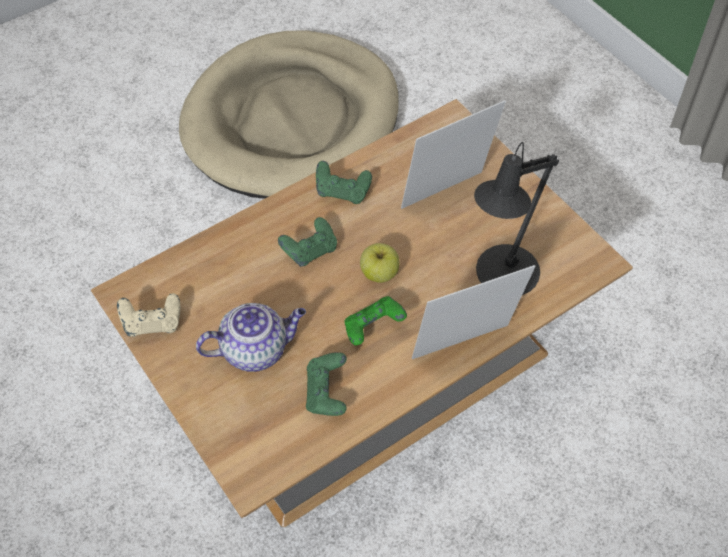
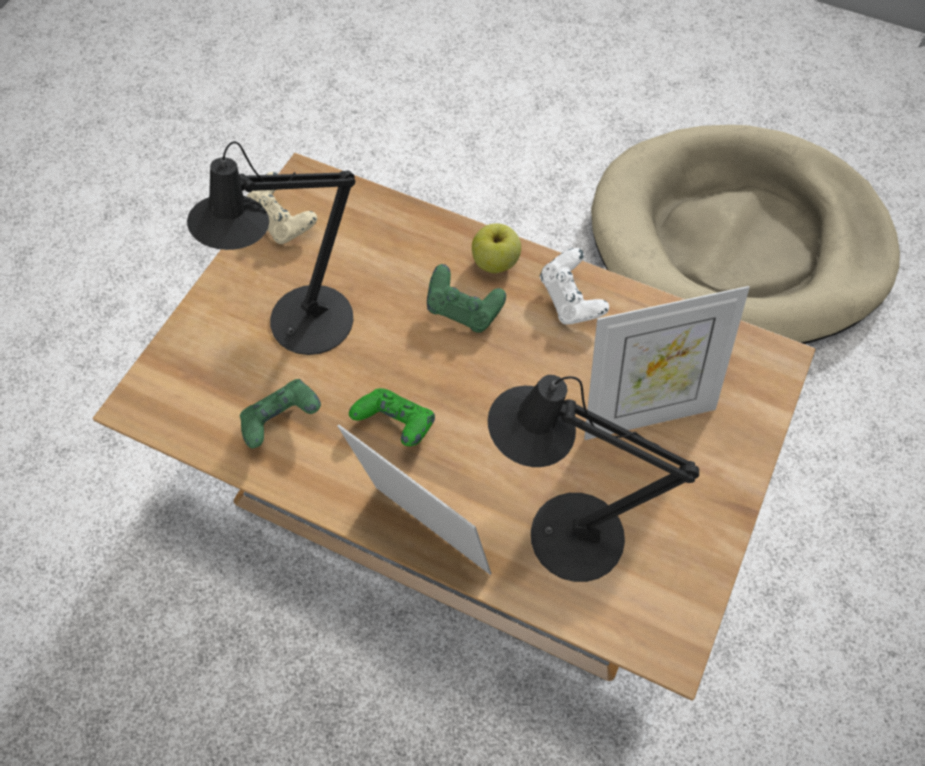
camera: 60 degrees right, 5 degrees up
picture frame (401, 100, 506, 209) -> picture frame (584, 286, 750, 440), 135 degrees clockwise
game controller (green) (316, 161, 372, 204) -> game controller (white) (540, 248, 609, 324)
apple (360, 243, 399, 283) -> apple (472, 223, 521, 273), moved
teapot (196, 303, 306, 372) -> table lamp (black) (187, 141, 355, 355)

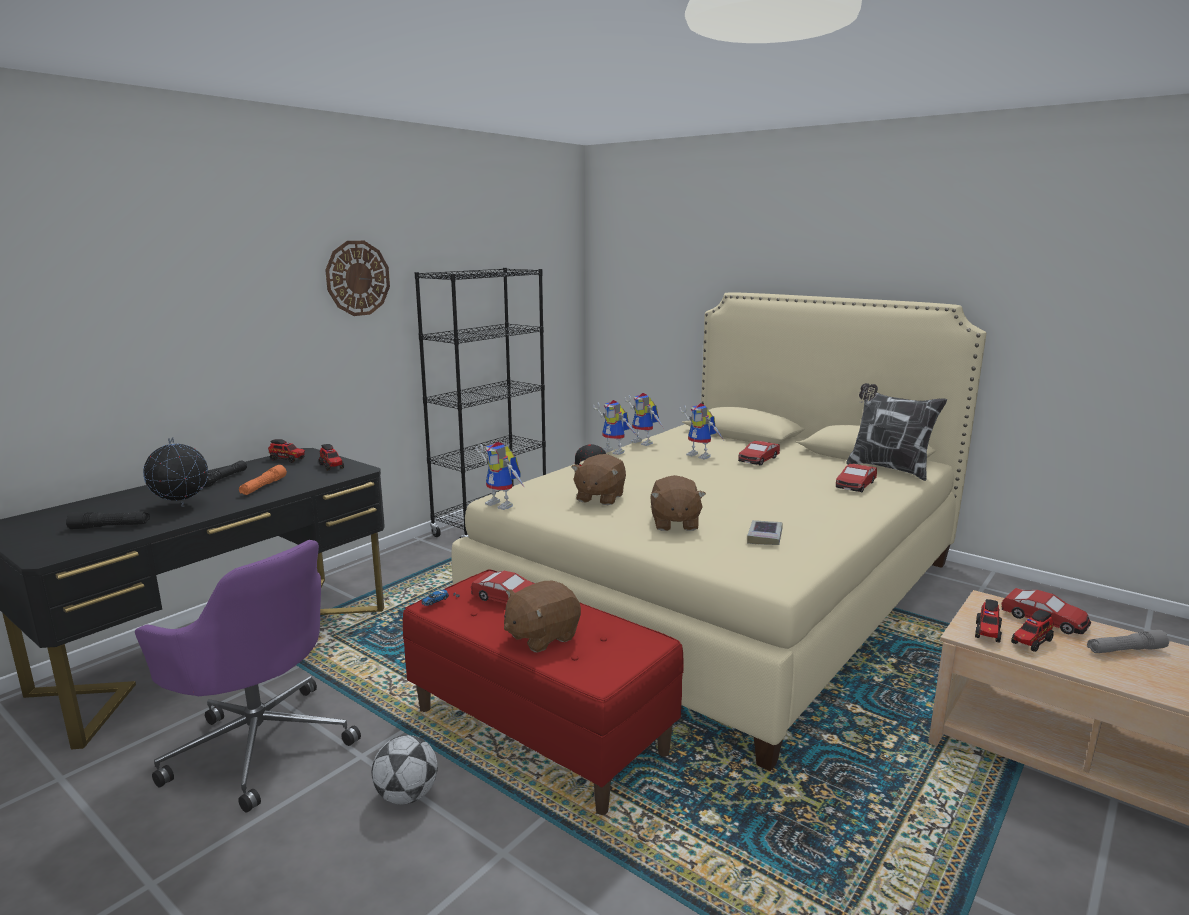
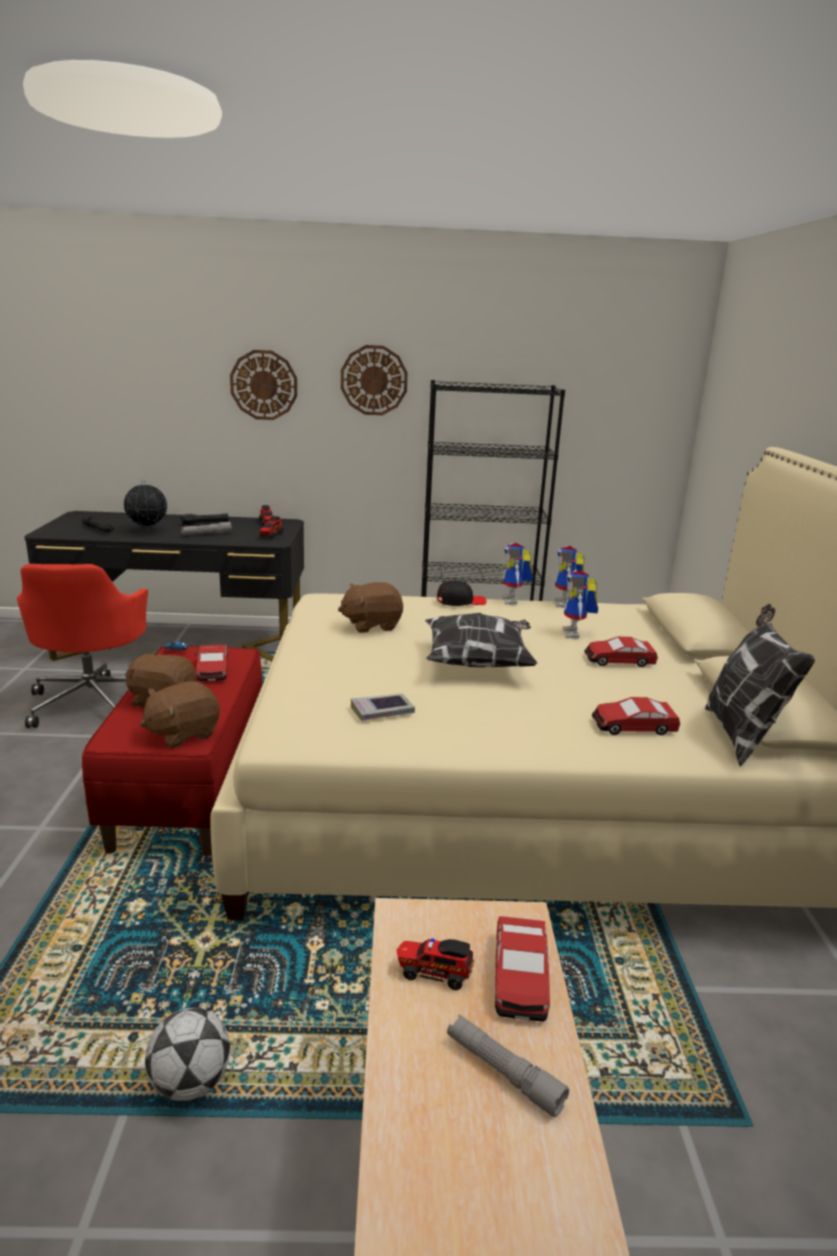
camera: 50 degrees right, 5 degrees up
toy robot (475, 442, 525, 510) -> none
flashlight (orange) (239, 465, 287, 495) -> flashlight (grey) (181, 522, 232, 535)
plush toy (brown) (651, 475, 706, 531) -> plush toy (brown) (140, 681, 220, 748), moved
office chair (purple) (135, 540, 361, 813) -> office chair (red) (17, 564, 148, 728)
toy truck (975, 599, 1002, 643) -> none
football (372, 735, 438, 804) -> football (145, 1008, 230, 1101), moved
none -> wall clock (230, 350, 297, 420)
none -> pillow (425, 613, 538, 667)

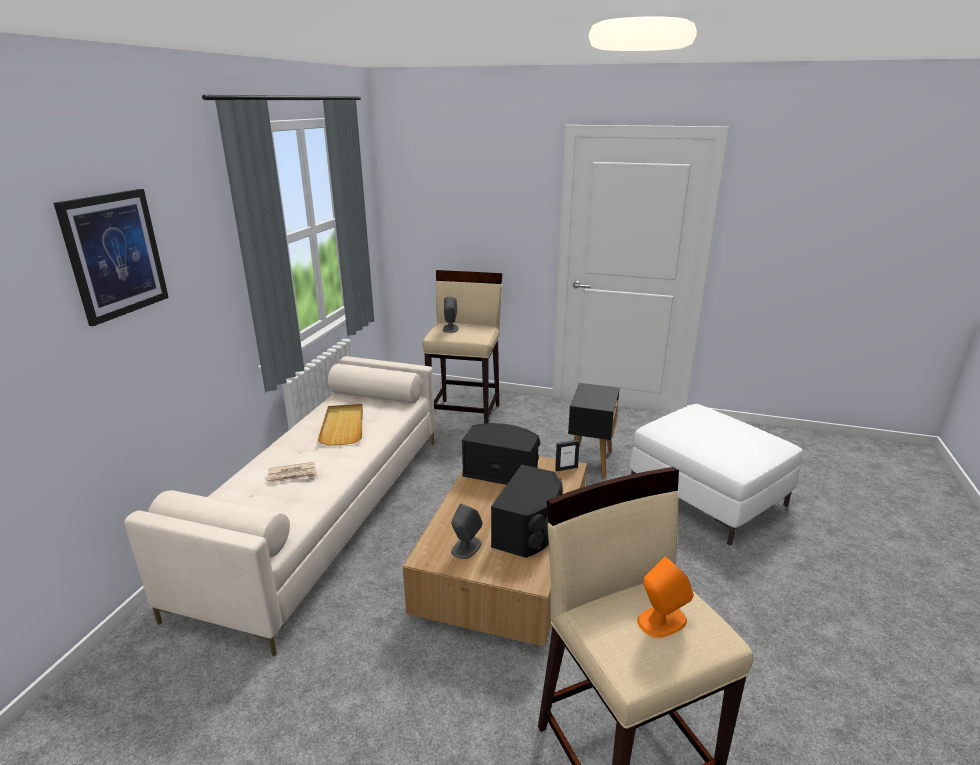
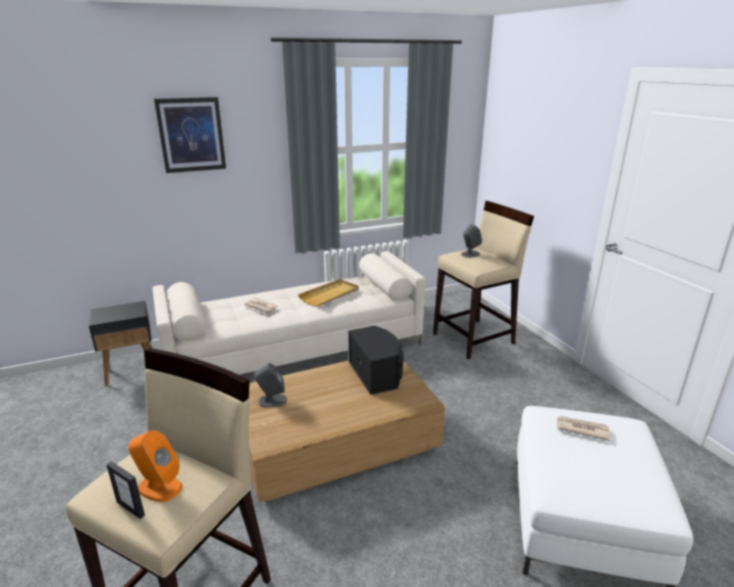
camera: 50 degrees right, 0 degrees up
side table (black) (568, 383, 620, 479) -> side table (black) (89, 301, 152, 386), moved
picture frame (555, 440, 580, 471) -> picture frame (106, 461, 145, 519), moved
speaker (black) (491, 465, 563, 558) -> none
none -> newspaper (557, 416, 610, 441)

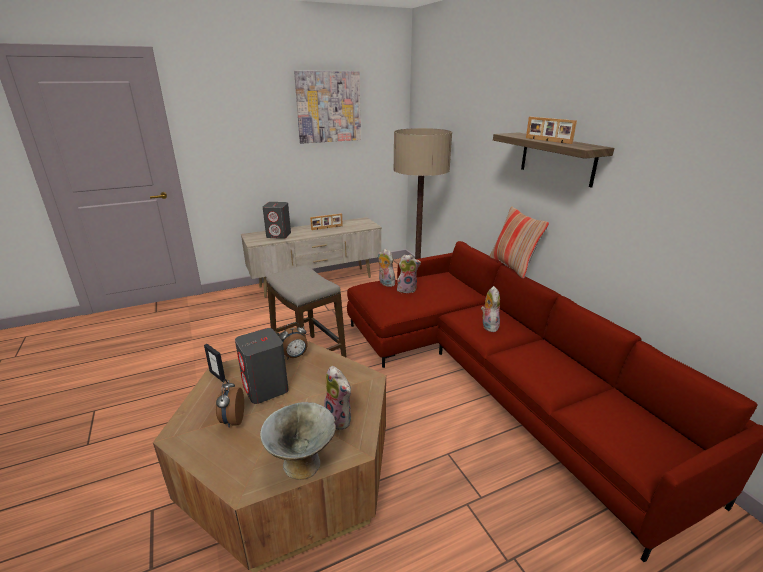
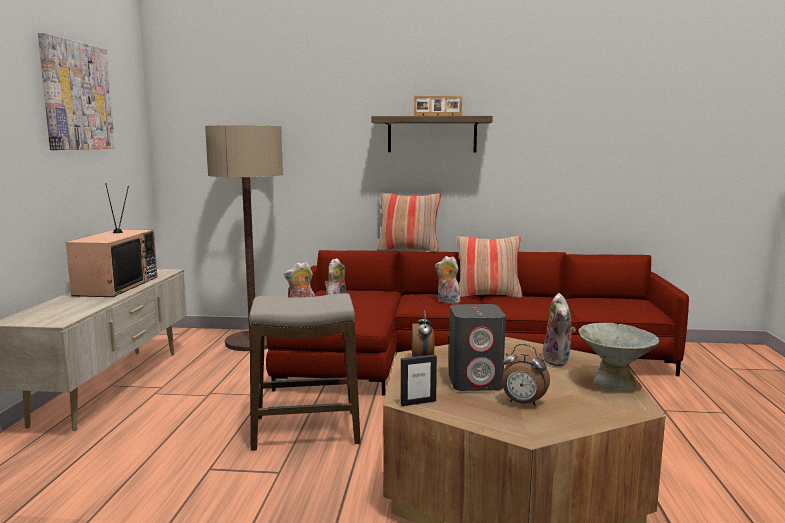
camera: 60 degrees left, 15 degrees down
speaker (grey) (263, 202, 291, 239) -> none
picture frame (310, 213, 343, 230) -> television (66, 183, 157, 297)
plush toy (324, 366, 352, 430) -> plush toy (541, 293, 576, 366), 105 degrees clockwise
none -> pillow (457, 236, 522, 298)

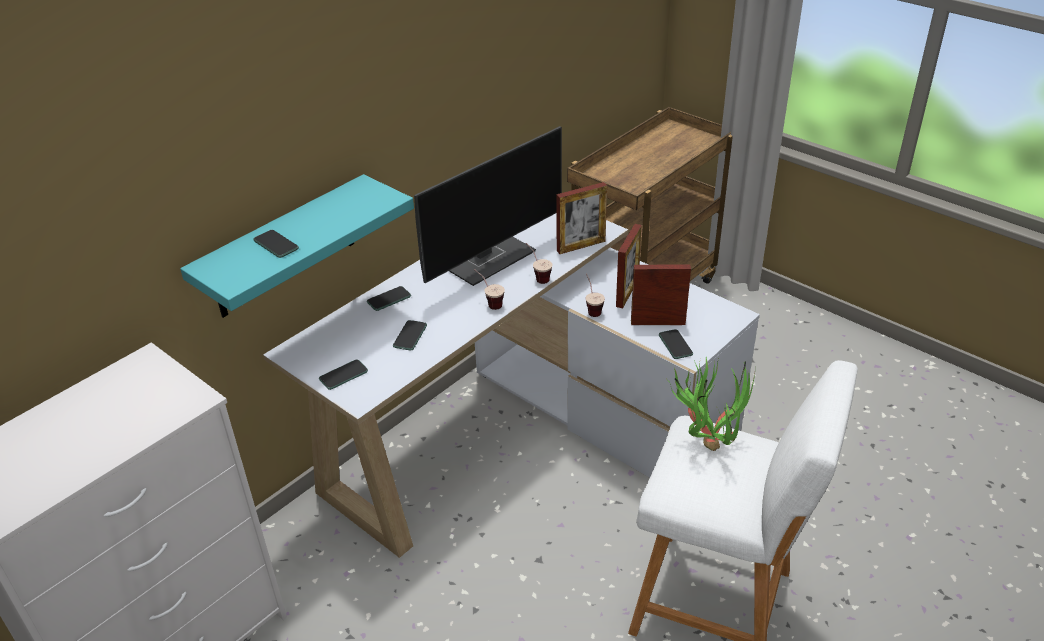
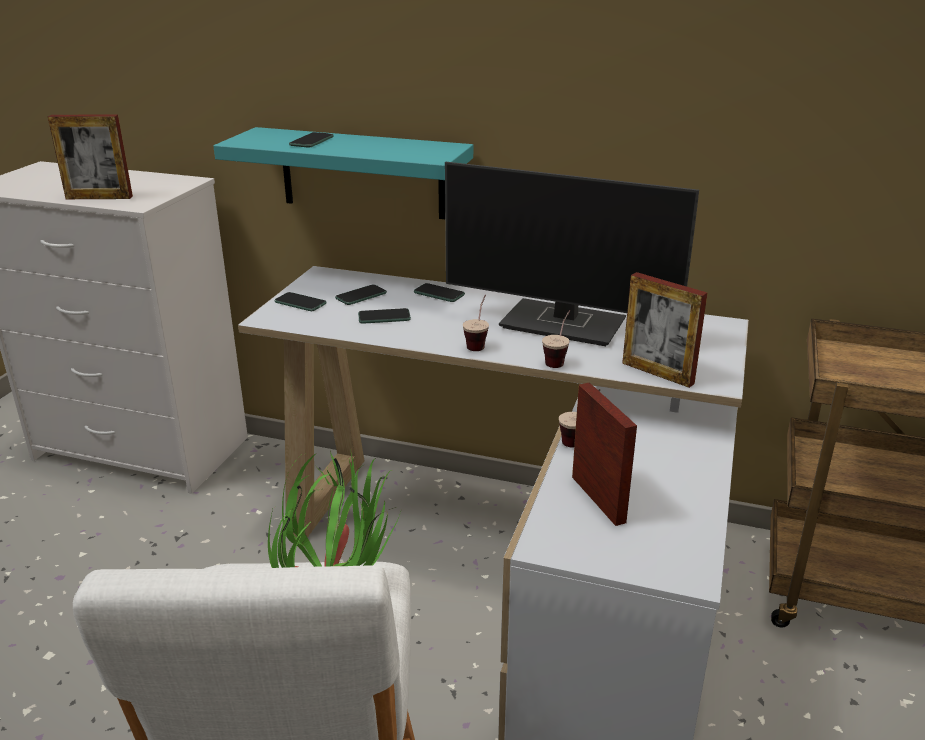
camera: 65 degrees right, 10 degrees down
picture frame (616, 224, 642, 308) -> picture frame (48, 114, 133, 199), moved
phone (659, 329, 693, 359) -> phone (335, 284, 387, 305), moved

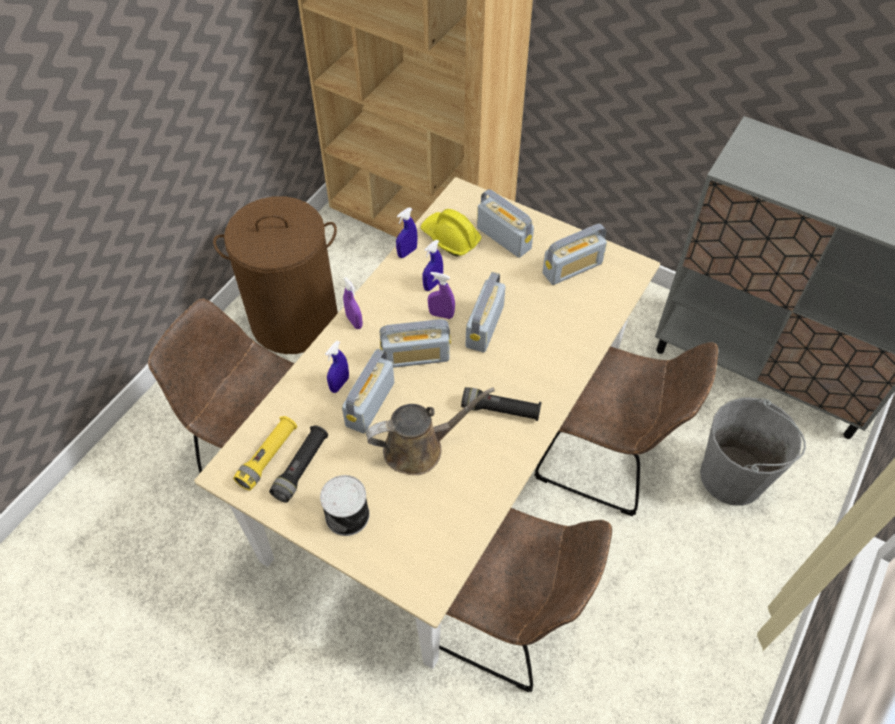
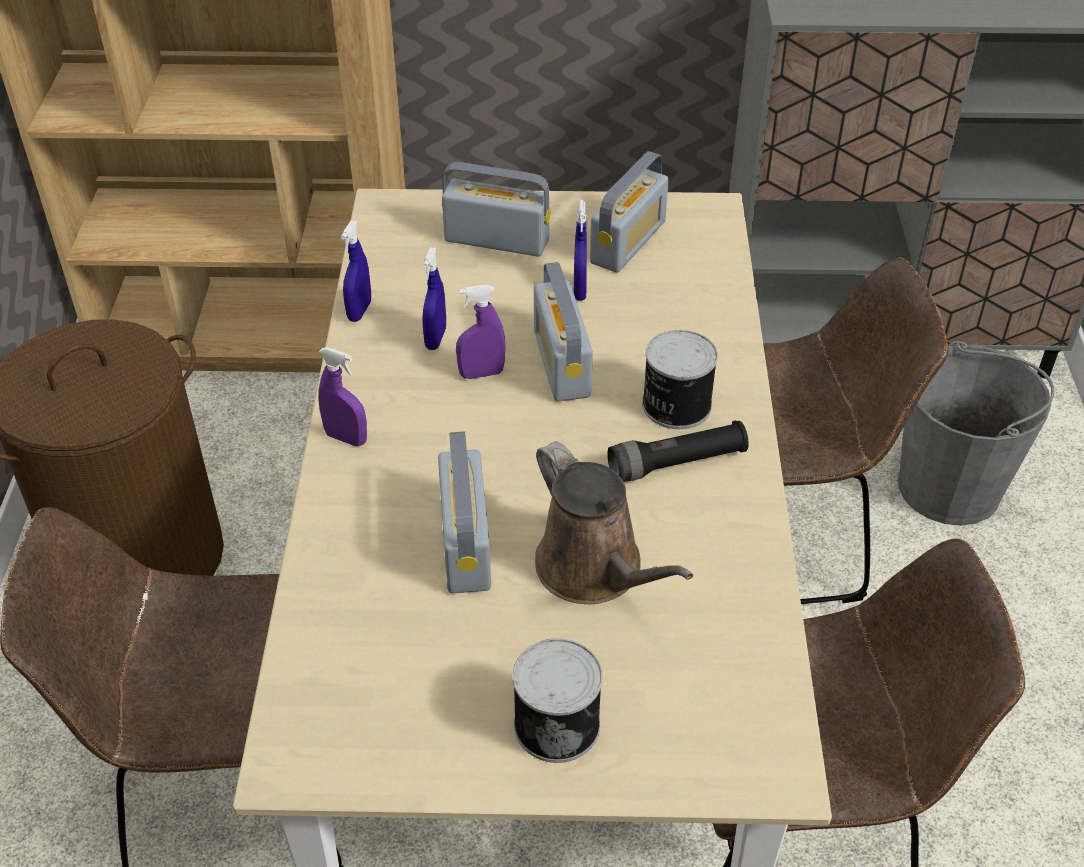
camera: 30 degrees left, 10 degrees down
hard hat (yellow) (421, 209, 482, 256) -> none
radio (380, 319, 451, 368) -> none
spray bottle (blue) (325, 341, 349, 393) -> spray bottle (blue) (574, 200, 587, 301), moved
watering can (brown) (366, 387, 495, 475) -> watering can (brown) (535, 441, 693, 604), 105 degrees clockwise
flashlight (yellow) (233, 416, 297, 490) -> none
flashlight (black) (269, 425, 328, 502) -> none
none -> can (642, 330, 718, 429)

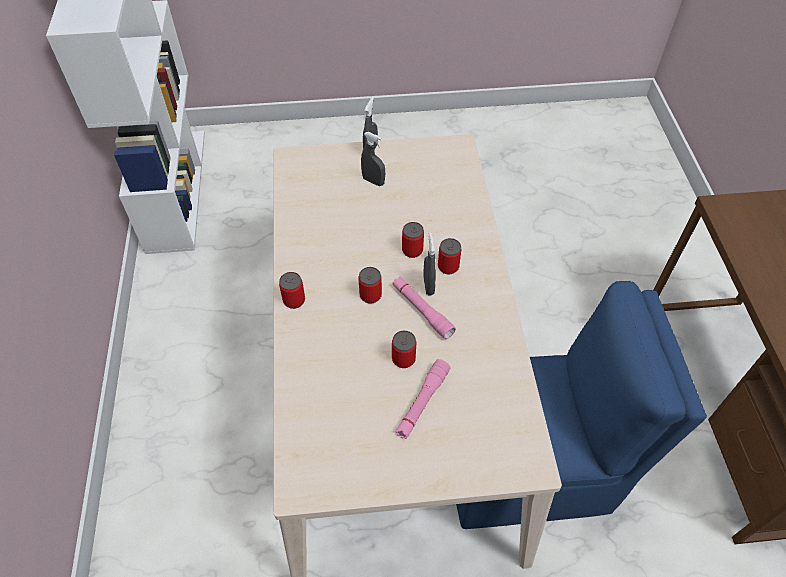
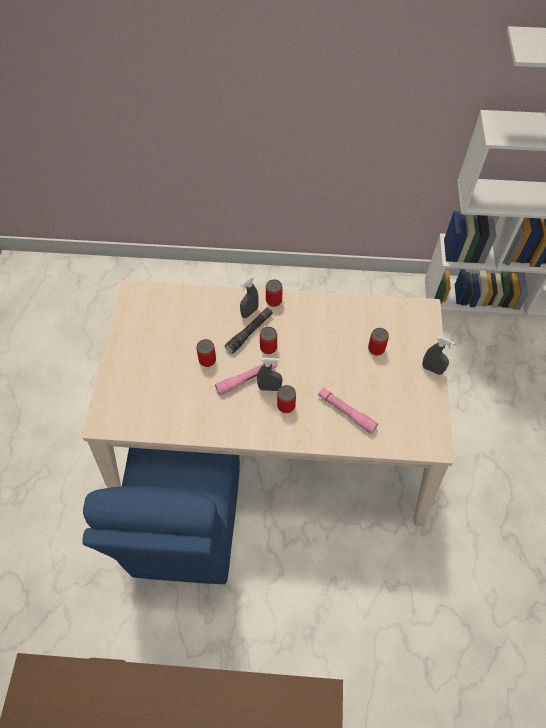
camera: 100 degrees right, 5 degrees up
spray bottle (grey) (361, 132, 385, 186) -> spray bottle (grey) (240, 276, 259, 318), moved
can (402, 222, 424, 258) -> can (368, 328, 389, 355), moved
flashlight (pink) (396, 359, 450, 439) -> flashlight (pink) (318, 388, 378, 434), moved
none -> flashlight (black) (225, 307, 273, 354)

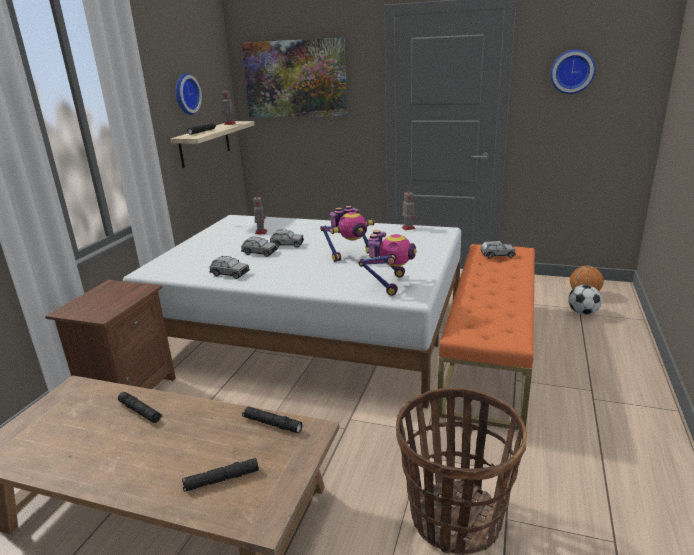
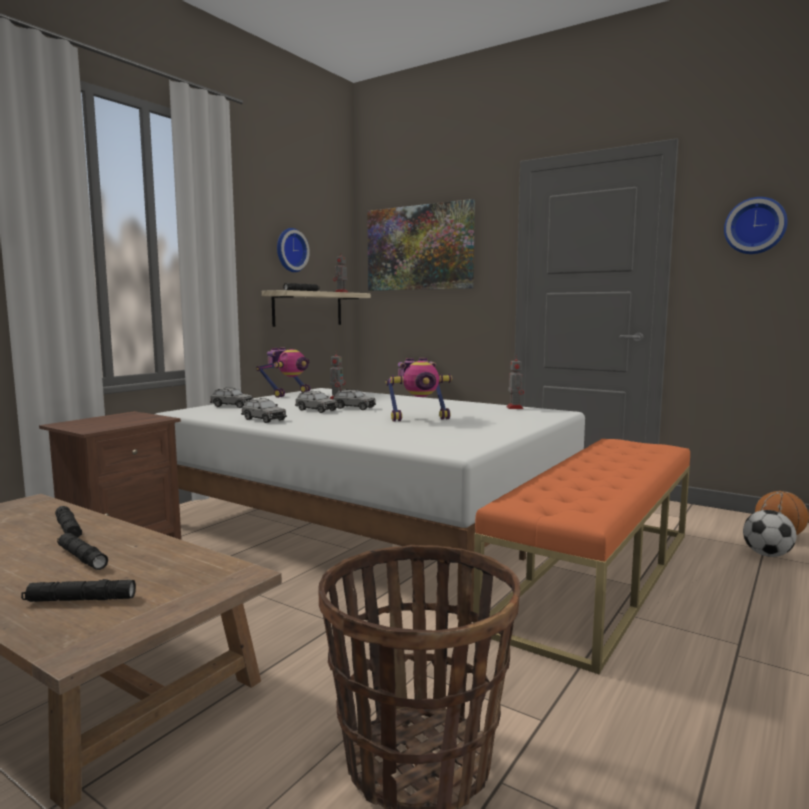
camera: 15 degrees right, 15 degrees down
toy robot (358, 230, 417, 296) -> toy robot (256, 347, 310, 398), moved
toy car (grey) (480, 240, 516, 259) -> toy car (grey) (210, 388, 253, 408), moved
flashlight (black) (242, 406, 303, 433) -> flashlight (black) (57, 533, 108, 570), moved

